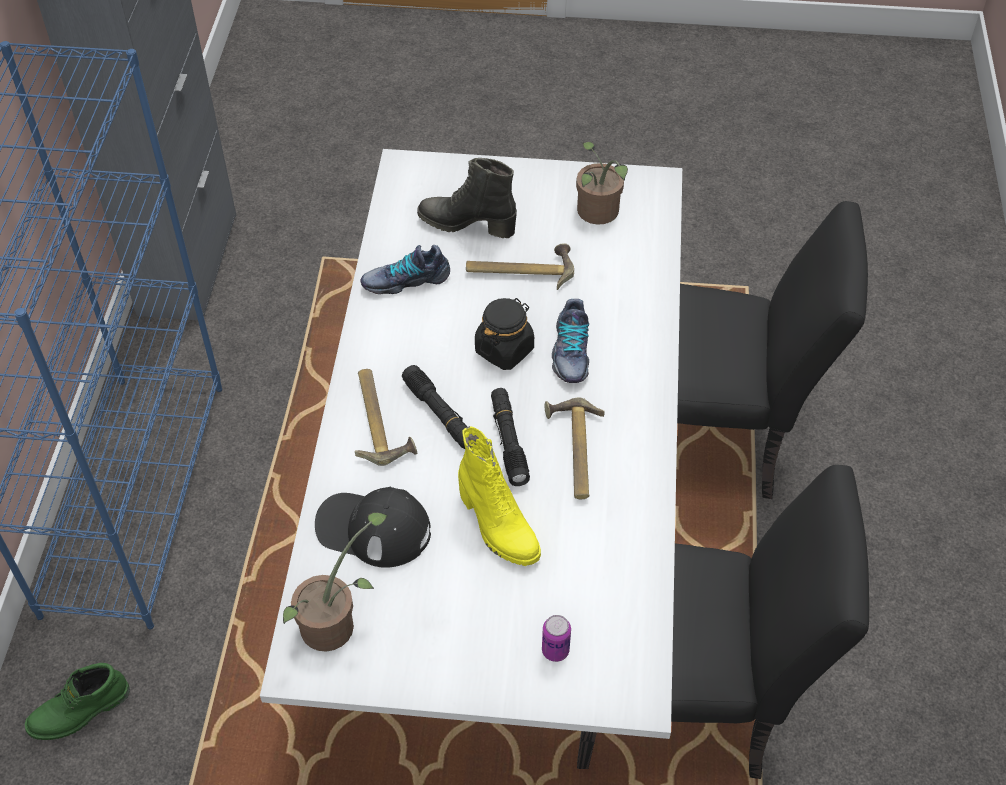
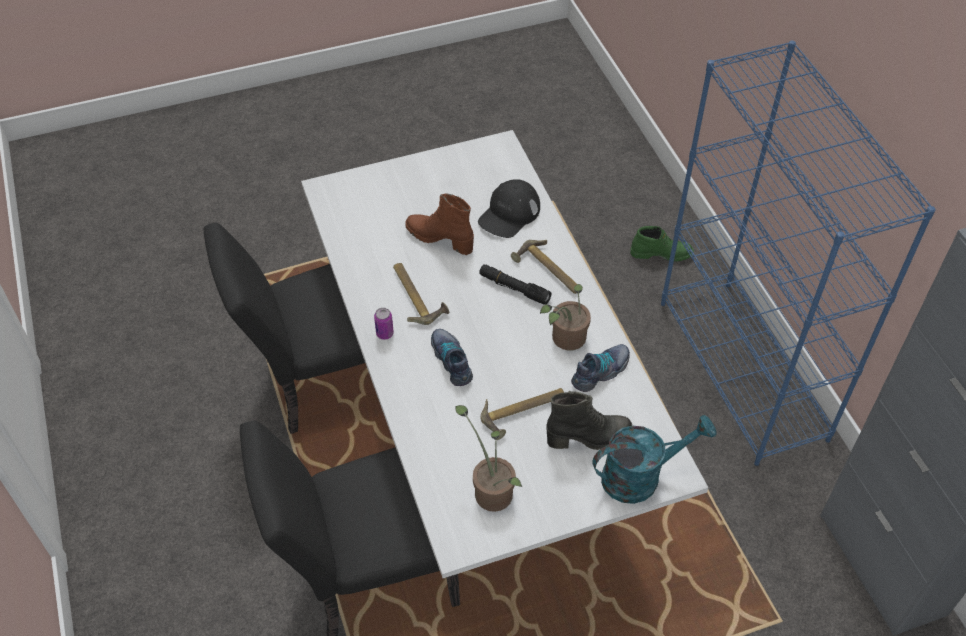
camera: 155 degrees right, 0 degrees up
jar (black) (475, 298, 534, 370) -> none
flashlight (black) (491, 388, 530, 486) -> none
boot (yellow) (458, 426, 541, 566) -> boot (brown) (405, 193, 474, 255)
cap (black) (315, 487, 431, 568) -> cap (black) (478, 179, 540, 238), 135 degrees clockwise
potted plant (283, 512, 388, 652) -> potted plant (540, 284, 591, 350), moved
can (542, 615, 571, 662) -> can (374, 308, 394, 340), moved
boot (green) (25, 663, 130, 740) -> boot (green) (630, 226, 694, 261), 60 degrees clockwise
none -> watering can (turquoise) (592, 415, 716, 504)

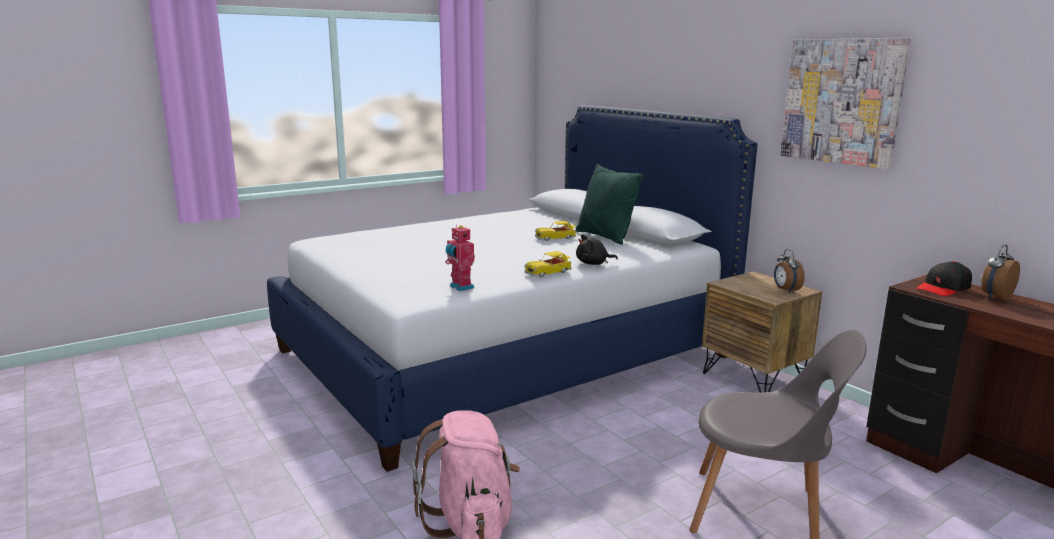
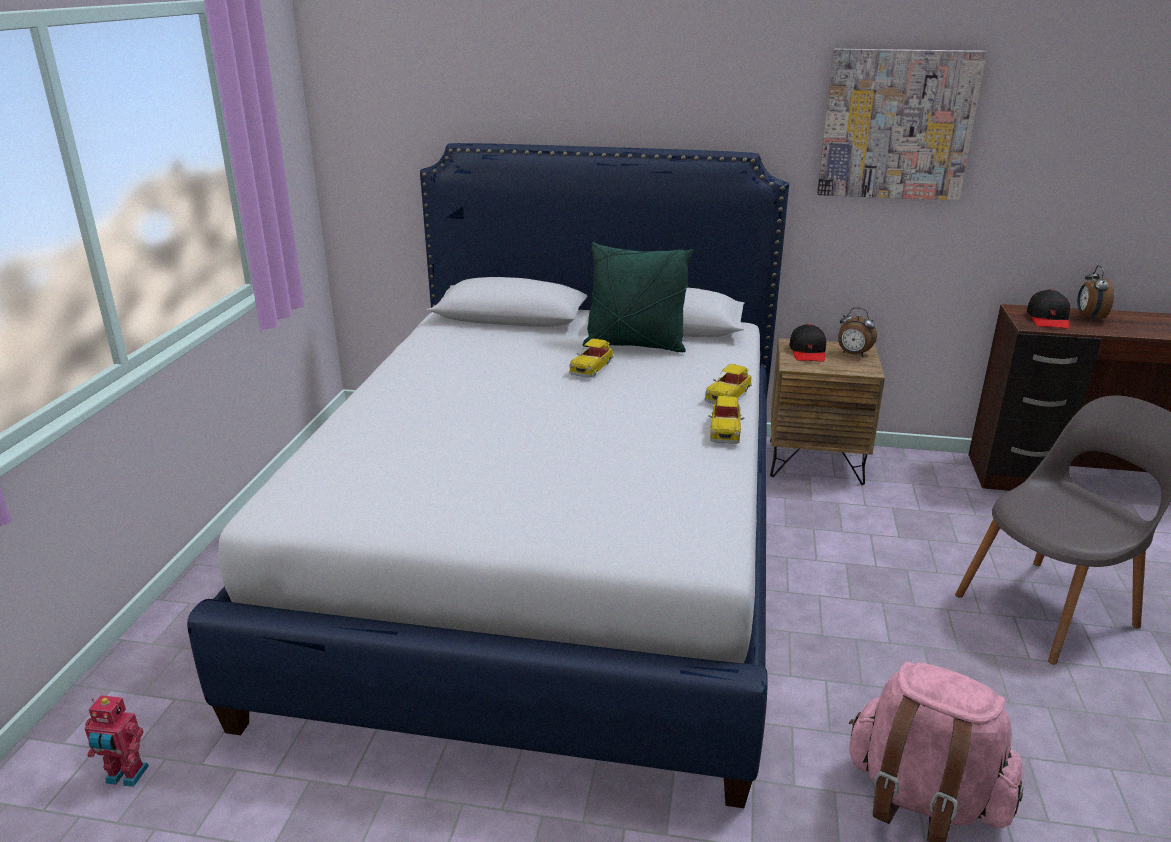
camera: 45 degrees left, 10 degrees up
toy robot (445, 225, 475, 291) -> toy robot (84, 695, 149, 787), moved
plush toy (black) (576, 235, 618, 265) -> toy car (705, 364, 752, 404)
none -> cap (black) (789, 324, 826, 362)

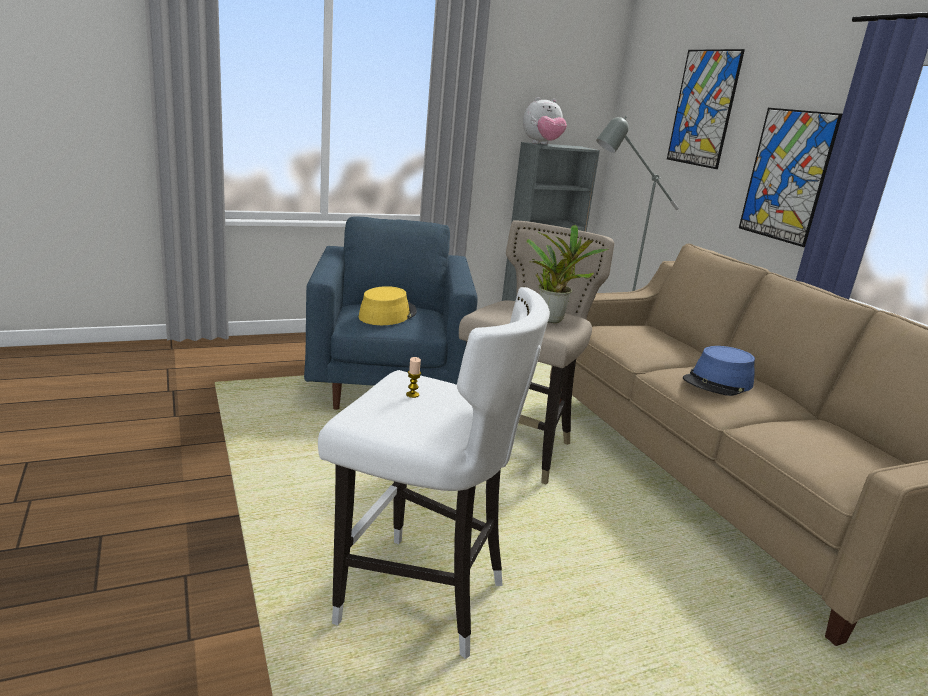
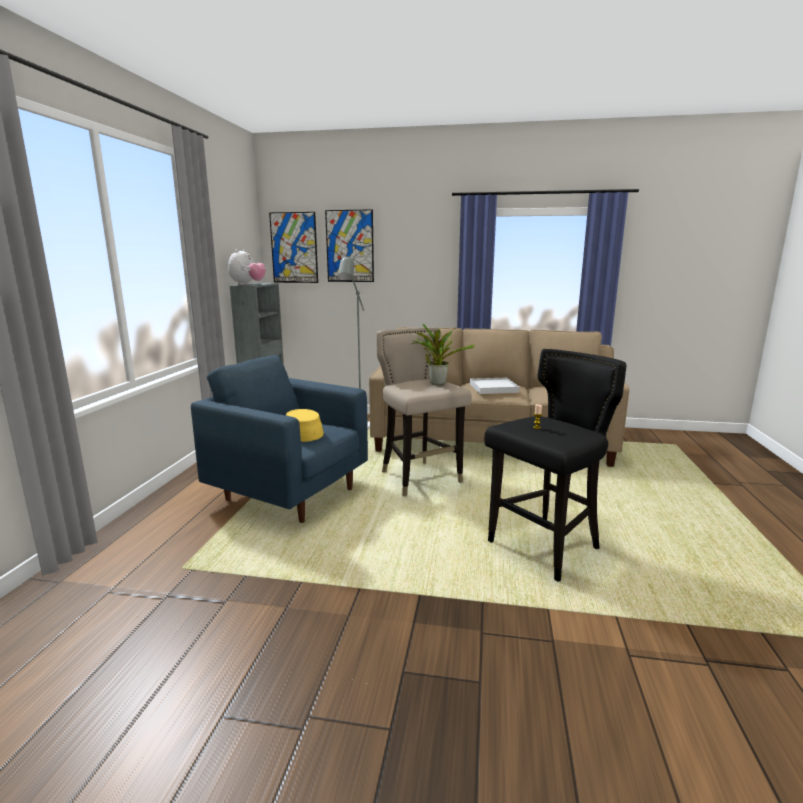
camera: 55 degrees left, 5 degrees down
picture (739, 108, 842, 247) -> picture (269, 212, 318, 283), moved
stool (white) (318, 287, 550, 659) -> stool (black) (484, 349, 626, 582)
hat (blue) (683, 346, 755, 396) -> tray (white) (470, 378, 519, 394)

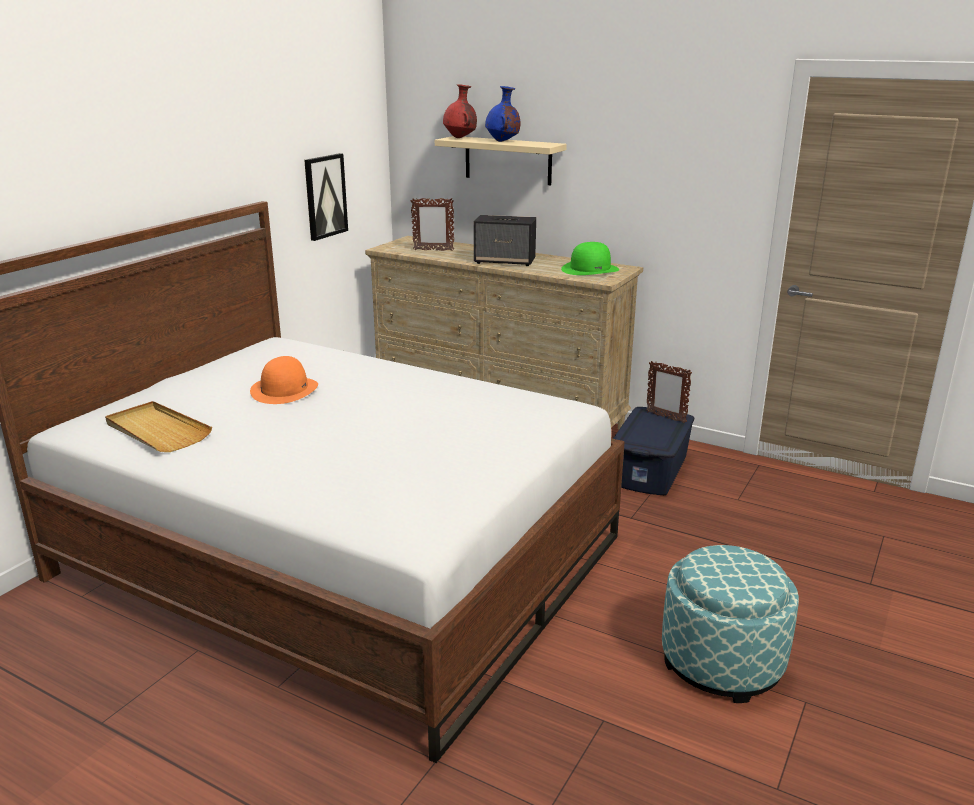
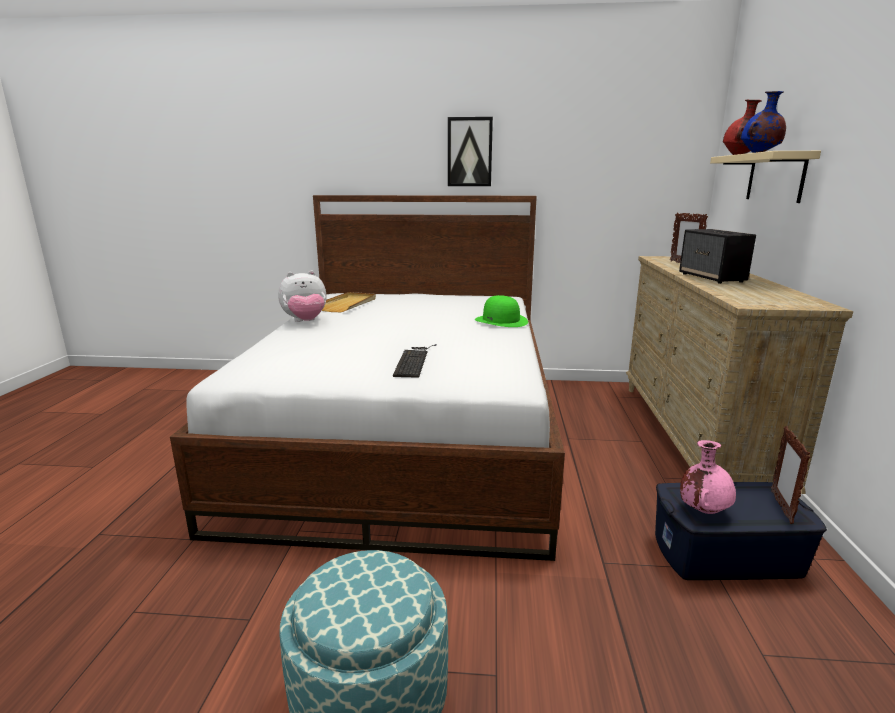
camera: 65 degrees right, 5 degrees down
picture (304, 153, 348, 241) -> picture (448, 117, 493, 186), moved
hat (green) (561, 242, 619, 275) -> hat (green) (475, 295, 528, 327), moved
hat (orange) (250, 356, 318, 404) -> none
none -> plush toy (278, 271, 327, 322)
none -> keyboard (393, 344, 437, 378)
none -> vase (pink) (680, 440, 736, 514)

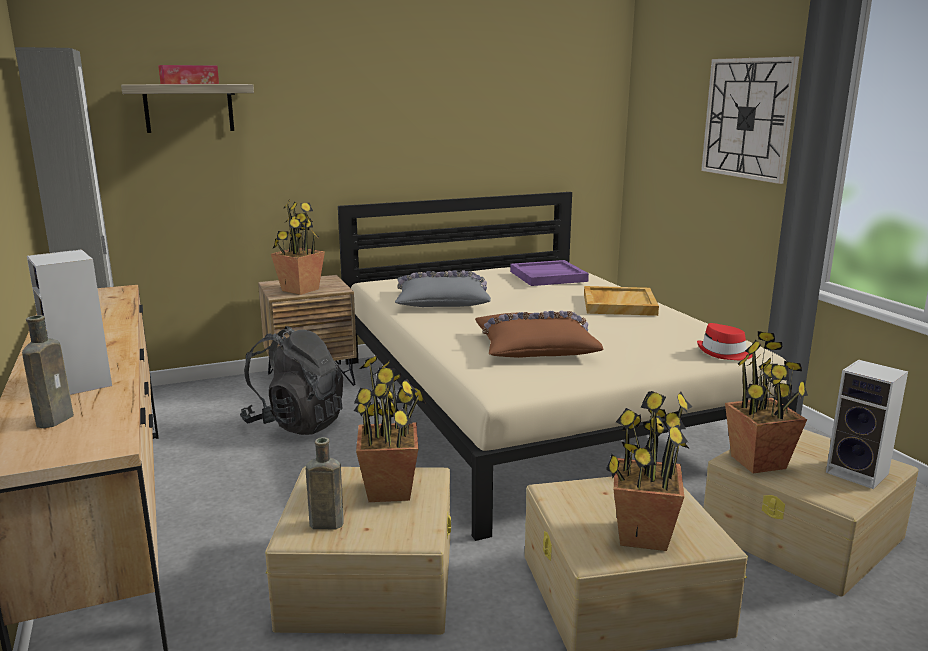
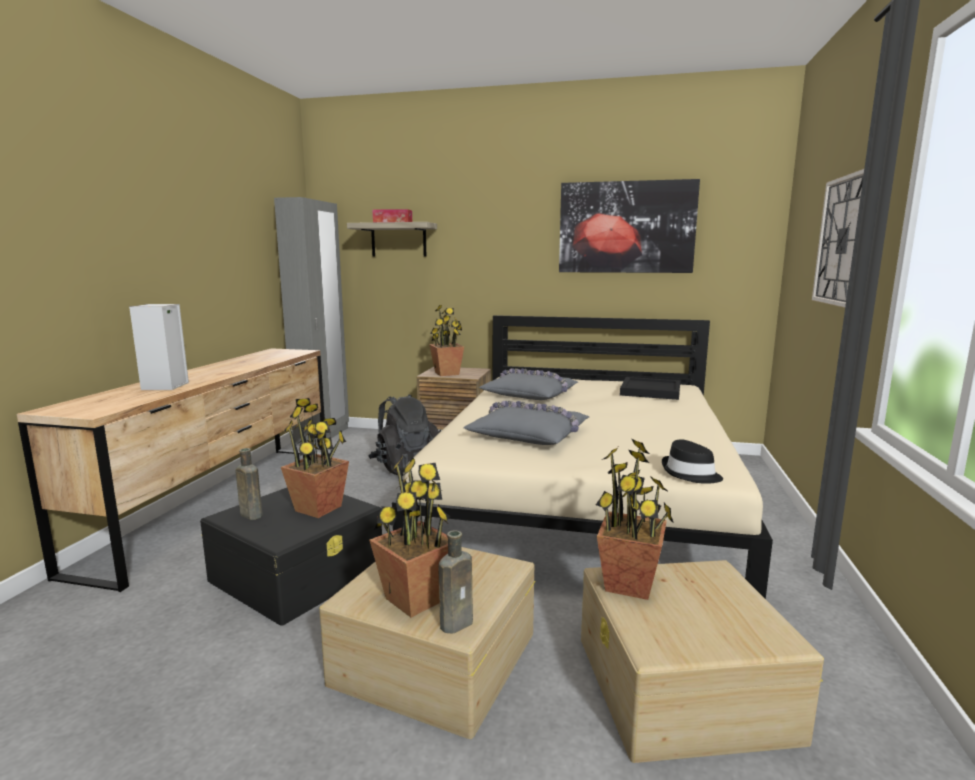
camera: 35 degrees right, 5 degrees down
tray (purple) (510, 260, 589, 286) -> tray (black) (620, 377, 680, 400)
tray (beige) (584, 286, 659, 316) -> none
pillow (brown) (475, 310, 603, 358) -> pillow (grey) (464, 401, 589, 445)
bottle (brown) (22, 315, 74, 428) -> bottle (brown) (439, 530, 473, 634), moved
hat (red) (697, 323, 753, 360) -> hat (black) (662, 439, 723, 484)
speaker (826, 360, 908, 489) -> none
storage box (beige) (265, 467, 451, 634) -> storage box (black) (200, 488, 382, 626)
none -> picture (559, 179, 700, 273)

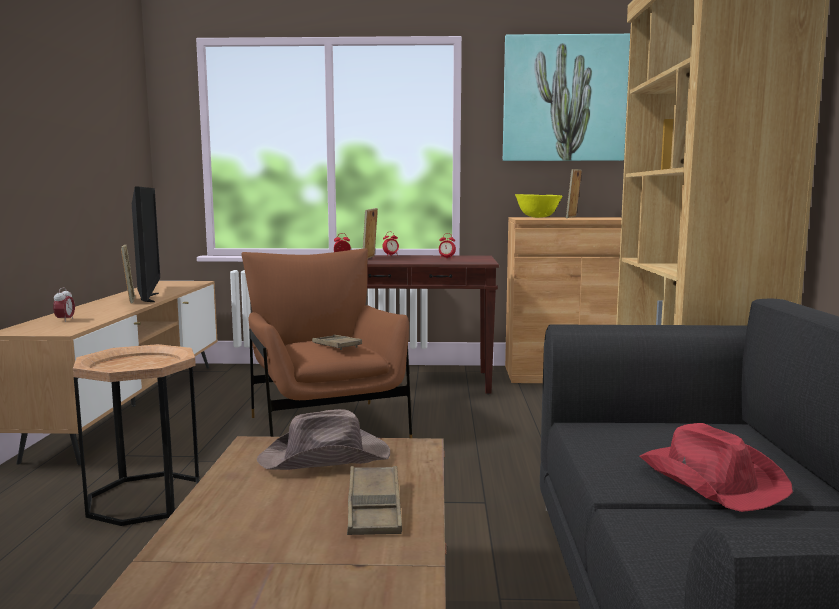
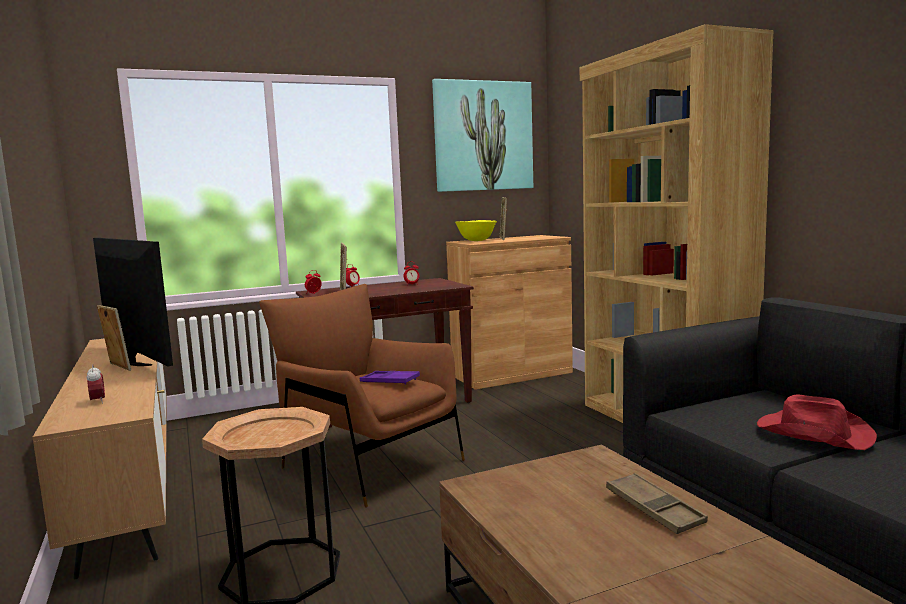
camera: 25 degrees left, 0 degrees up
tray (brown) (312, 335, 362, 350) -> tray (purple) (360, 371, 420, 385)
hat (brown) (257, 409, 390, 470) -> none

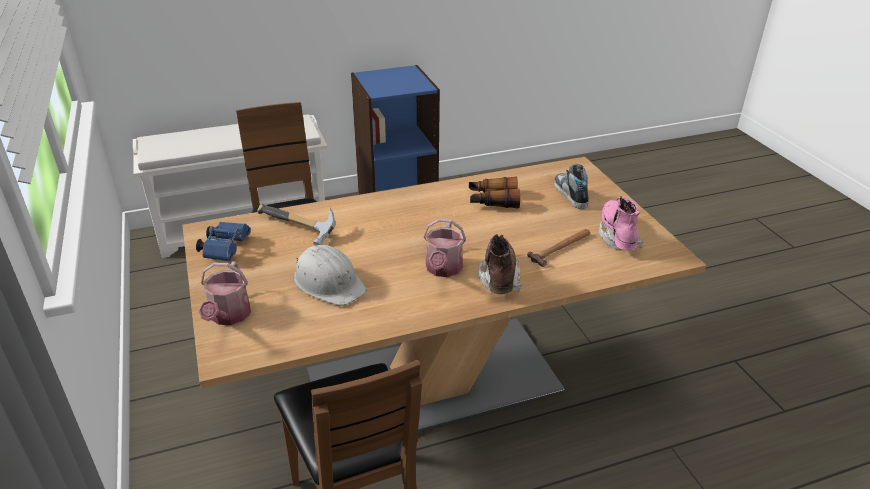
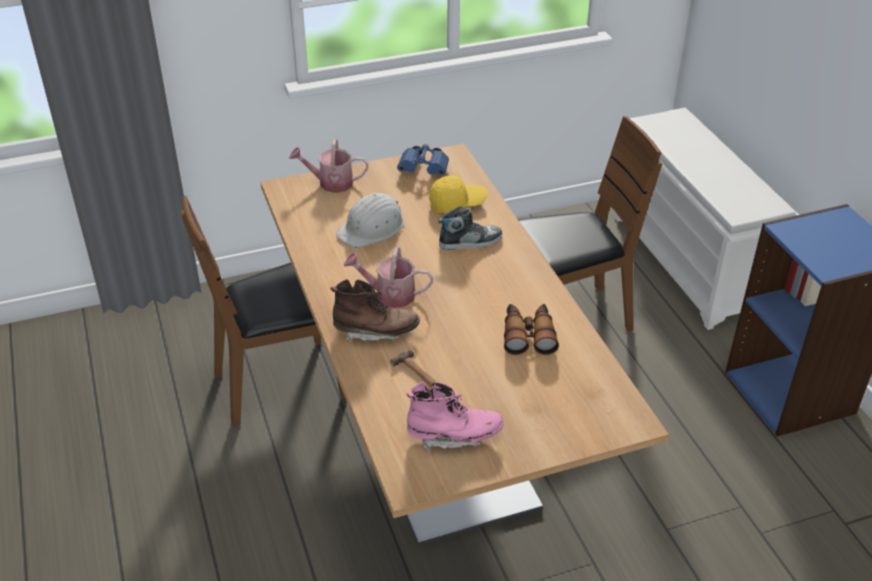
camera: 90 degrees right, 5 degrees up
shoe (554, 164, 589, 209) -> shoe (438, 206, 502, 250), moved
hammer (257, 204, 335, 246) -> cap (yellow) (429, 175, 488, 213)

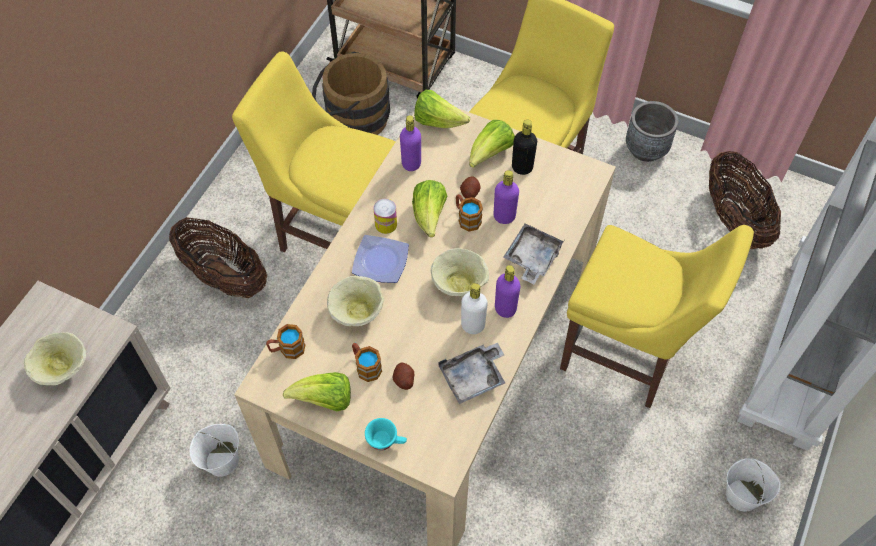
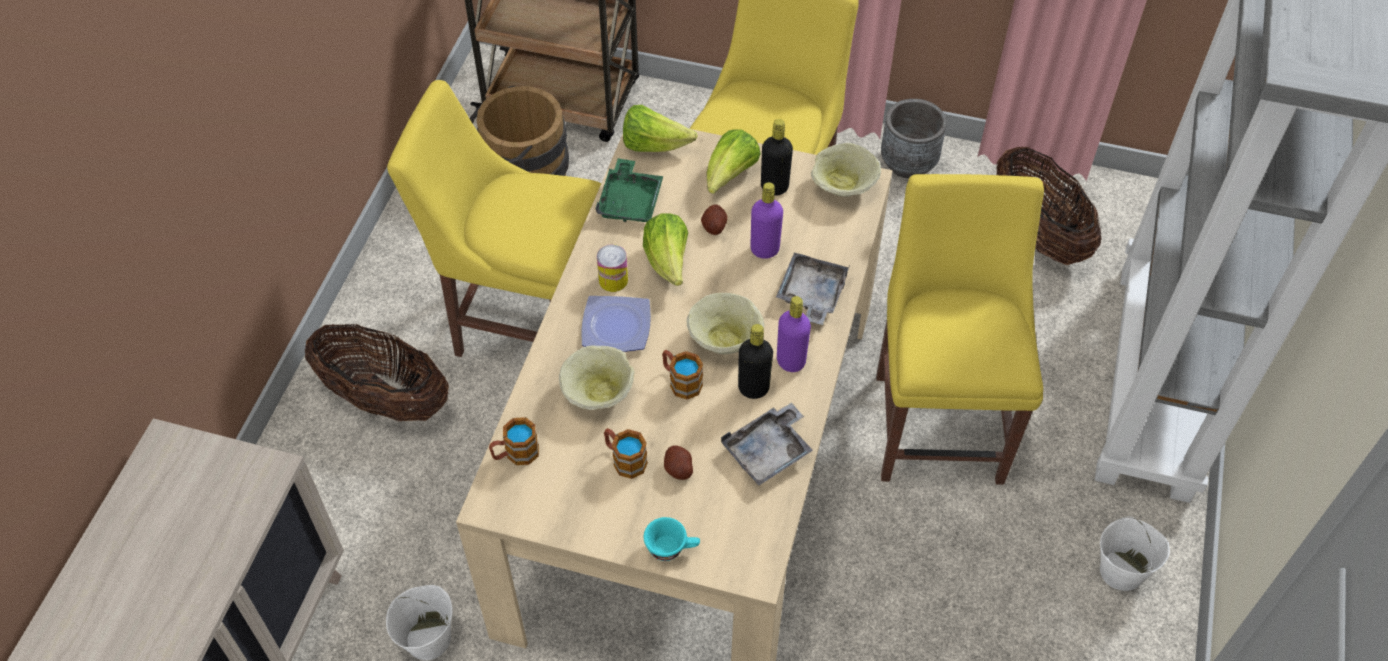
camera: 10 degrees left, 5 degrees down
bottle (purple) (400, 115, 421, 171) -> tray (green) (595, 158, 663, 222)
mug (456, 194, 483, 232) -> mug (662, 350, 703, 399), moved
chair (yellow) (560, 225, 754, 408) -> chair (yellow) (876, 174, 1044, 485), 105 degrees counterclockwise
bottle (white) (461, 283, 488, 334) -> bottle (black) (738, 324, 773, 399)
bowl (beige) (24, 332, 86, 385) -> bowl (beige) (811, 143, 881, 197), moved
lettuce (283, 372, 351, 411) -> none

